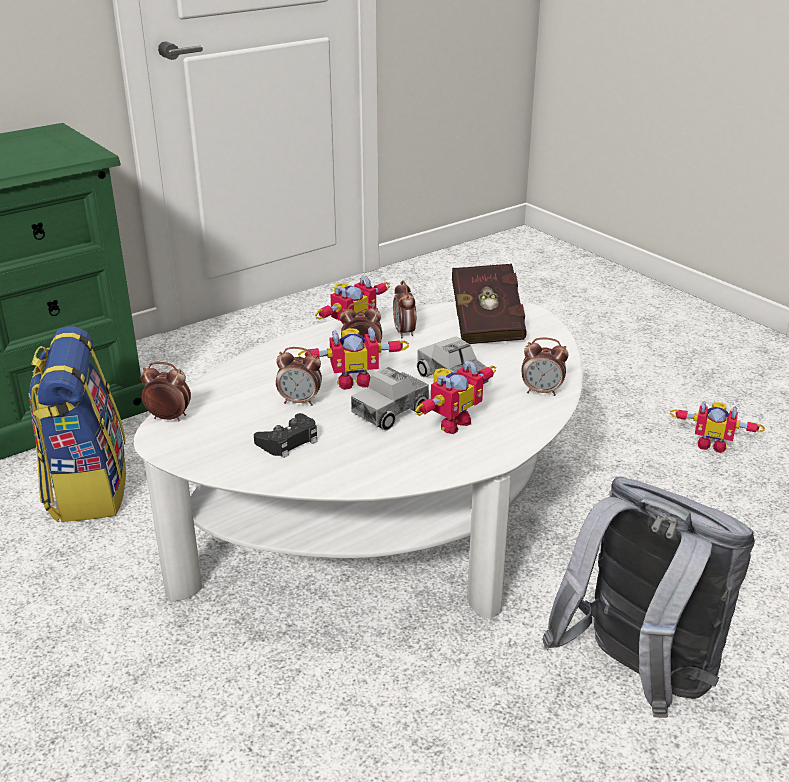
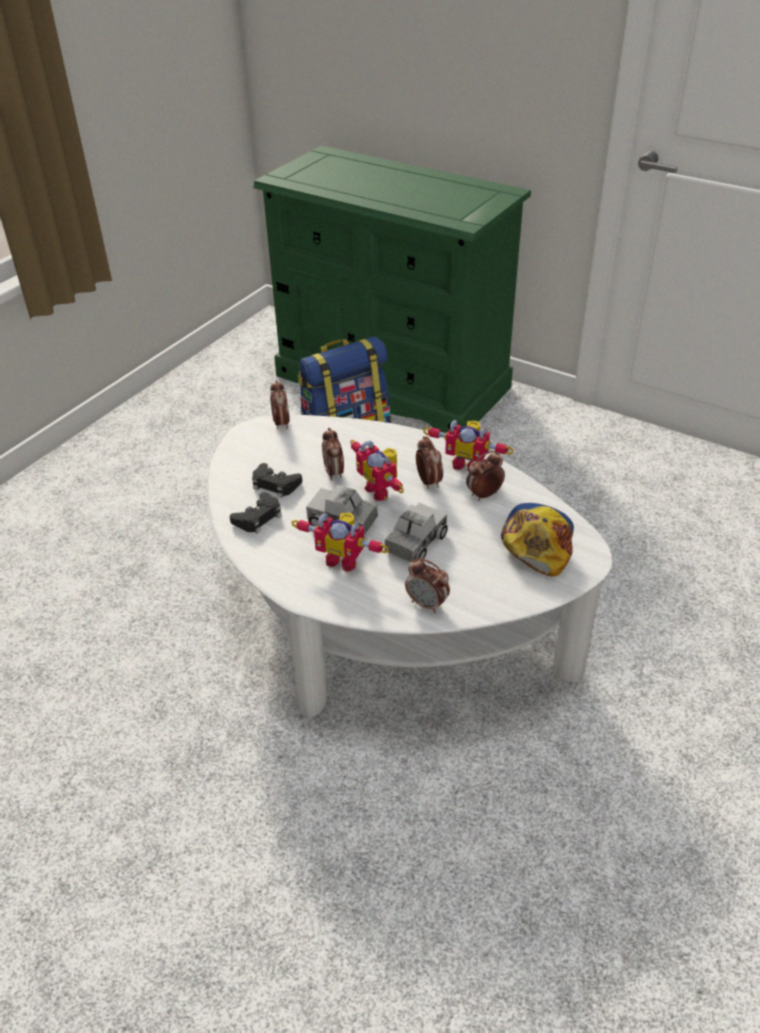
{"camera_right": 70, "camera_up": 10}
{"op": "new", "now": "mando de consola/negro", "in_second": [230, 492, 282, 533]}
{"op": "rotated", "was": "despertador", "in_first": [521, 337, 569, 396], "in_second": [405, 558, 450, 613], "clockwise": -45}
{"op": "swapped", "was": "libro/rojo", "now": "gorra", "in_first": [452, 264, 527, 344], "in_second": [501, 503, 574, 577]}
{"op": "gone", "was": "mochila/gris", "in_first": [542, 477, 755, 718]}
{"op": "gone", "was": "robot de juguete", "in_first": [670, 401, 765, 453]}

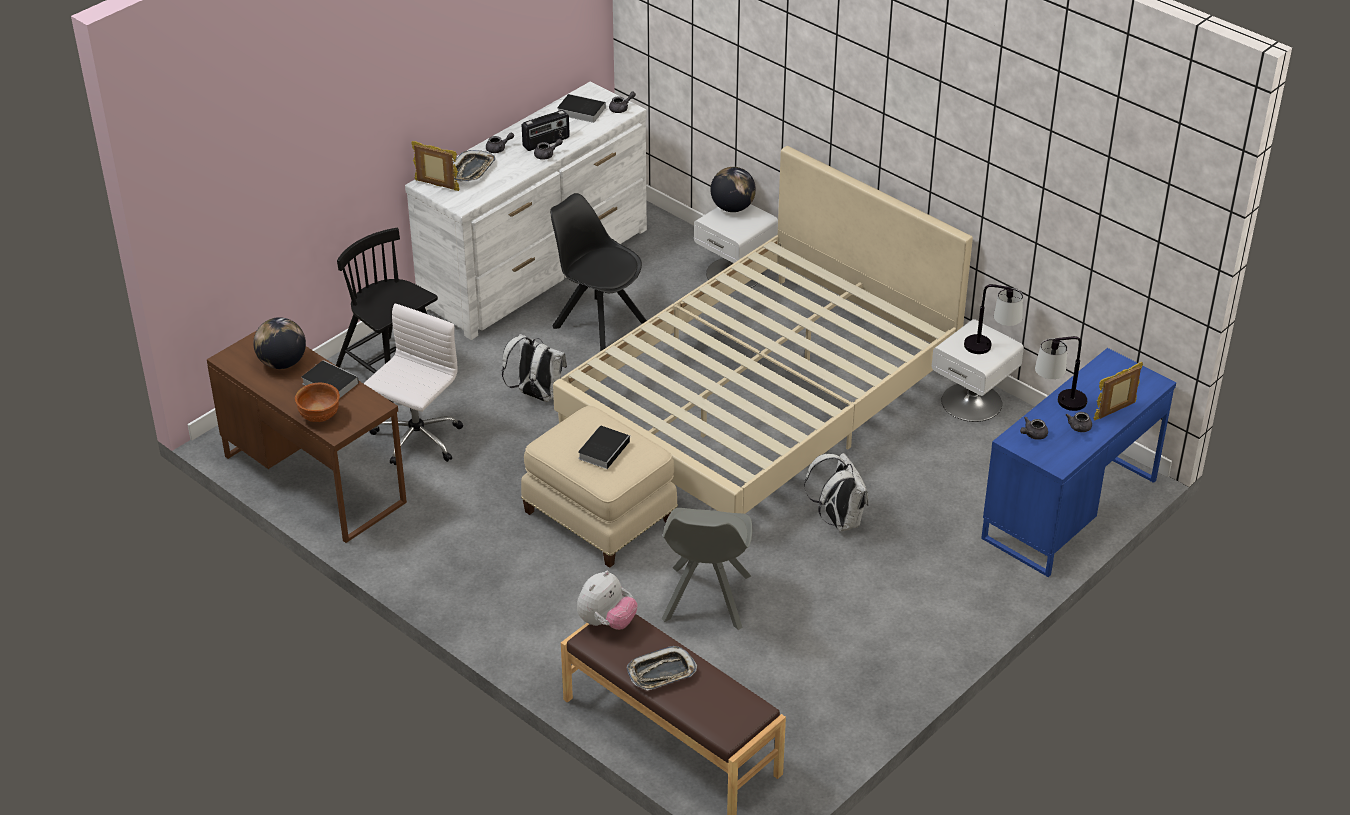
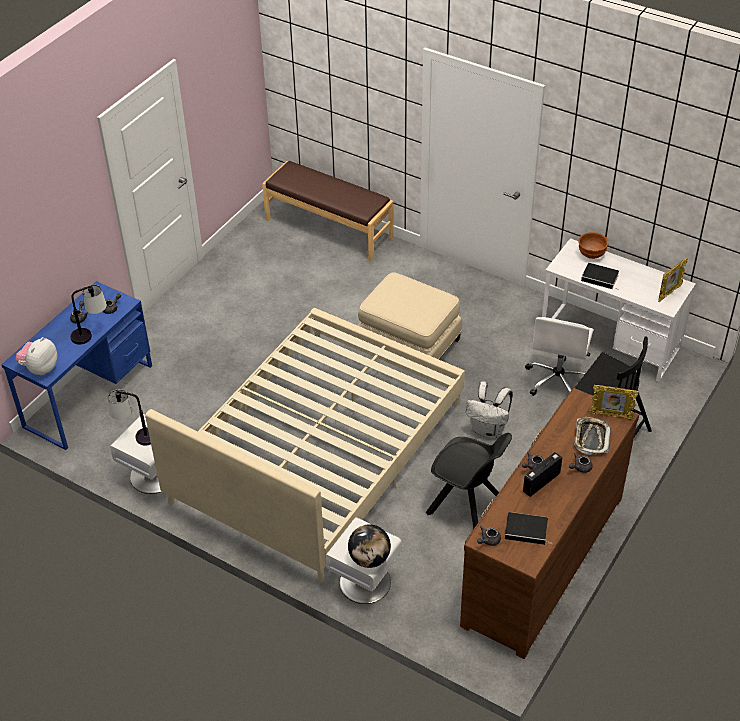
{"camera_right": 170, "camera_up": 5}
{"op": "shifted", "was": "peluche", "in_first": [577, 571, 638, 630], "in_second": [15, 337, 58, 376]}
{"op": "repainted", "was": "cómoda/blanco", "now": "cómoda/marrón", "in_first": [405, 81, 647, 340], "in_second": [460, 388, 639, 659]}
{"op": "repainted", "was": "escritorio/marrón", "now": "escritorio/blanco", "in_first": [207, 330, 407, 543], "in_second": [542, 238, 696, 382]}
{"op": "shifted", "was": "portarretratos", "in_first": [1093, 362, 1143, 421], "in_second": [658, 258, 688, 302]}
{"op": "gone", "was": "globo terráqueo", "in_first": [253, 317, 306, 369]}
{"op": "gone", "was": "libro", "in_first": [578, 426, 632, 469]}
{"op": "gone", "was": "bandeja", "in_first": [627, 646, 697, 691]}
{"op": "gone", "was": "silla/gris", "in_first": [662, 508, 752, 630]}
{"op": "gone", "was": "mochila/blanco", "in_first": [804, 453, 868, 531]}

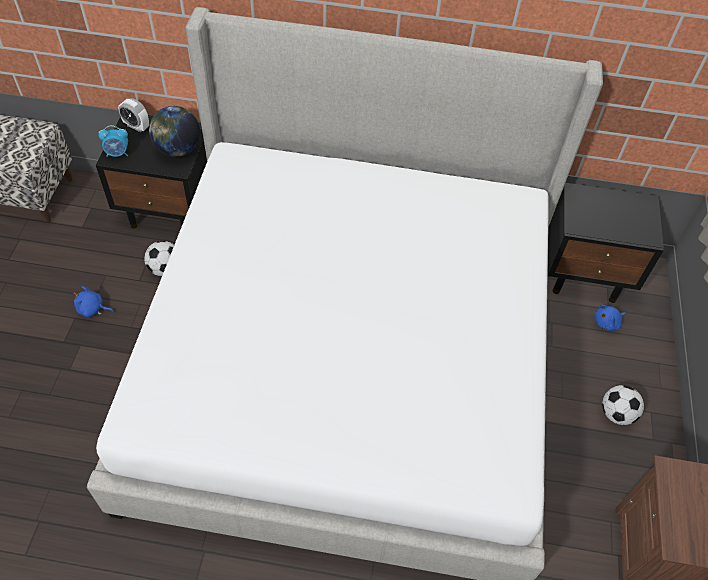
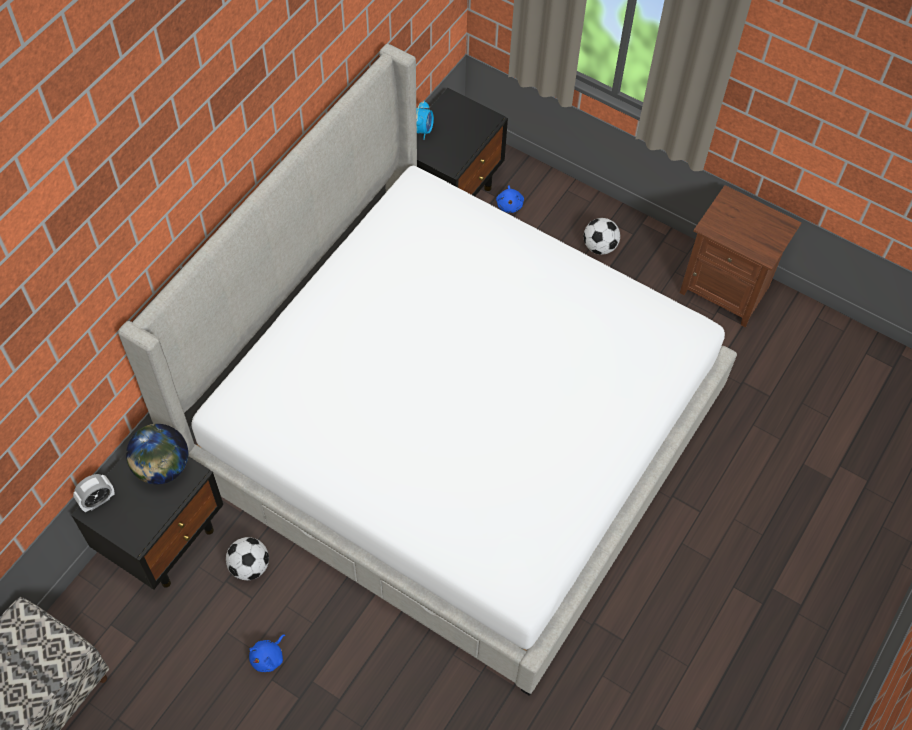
{"camera_right": -65, "camera_up": 5}
{"op": "shifted", "was": "despertador", "in_first": [98, 125, 128, 157], "in_second": [416, 101, 434, 140]}

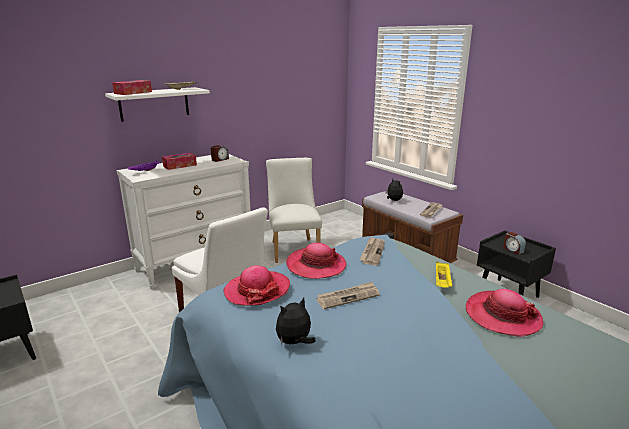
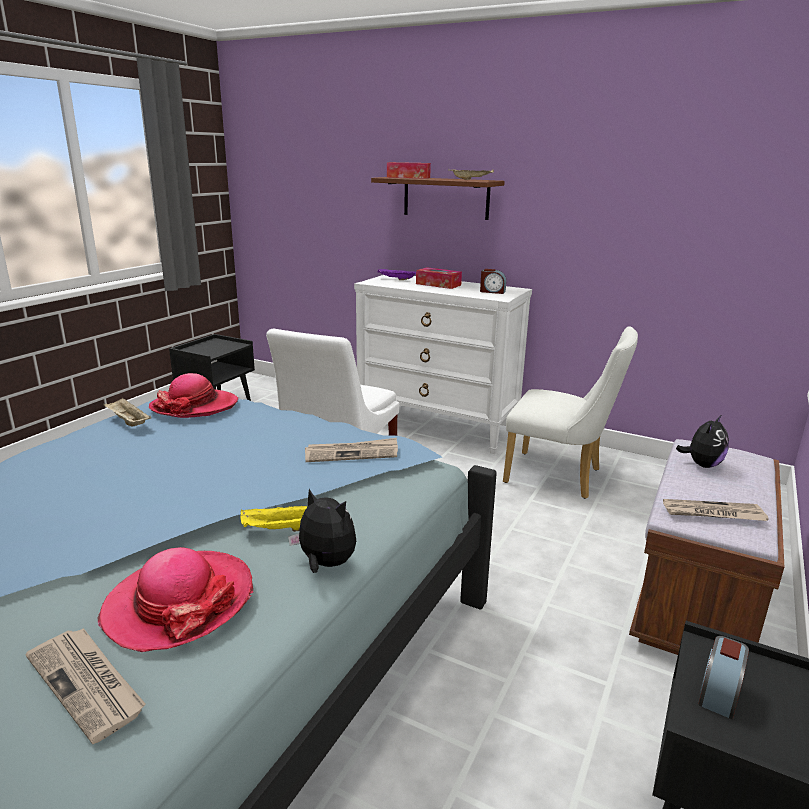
{"camera_right": 65, "camera_up": 0}
{"op": "shifted", "was": "periódico", "in_first": [316, 281, 380, 309], "in_second": [26, 628, 146, 744]}
{"op": "new", "now": "bandeja/beis", "in_second": [104, 398, 151, 426]}
{"op": "shifted", "was": "peluche", "in_first": [276, 298, 316, 344], "in_second": [288, 489, 356, 573]}
{"op": "repainted", "was": "estante/blanco", "now": "estante/marrón", "in_first": [105, 87, 210, 122], "in_second": [371, 177, 505, 220]}
{"op": "rotated", "was": "silla/blanco", "in_first": [266, 158, 322, 263], "in_second": [503, 327, 638, 499], "clockwise": 60}
{"op": "gone", "was": "sombrero", "in_first": [286, 243, 346, 279]}

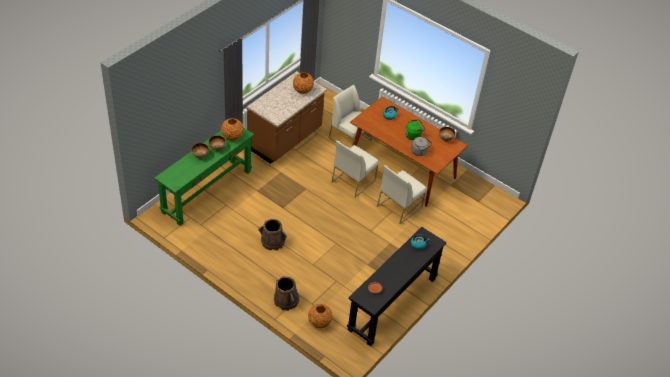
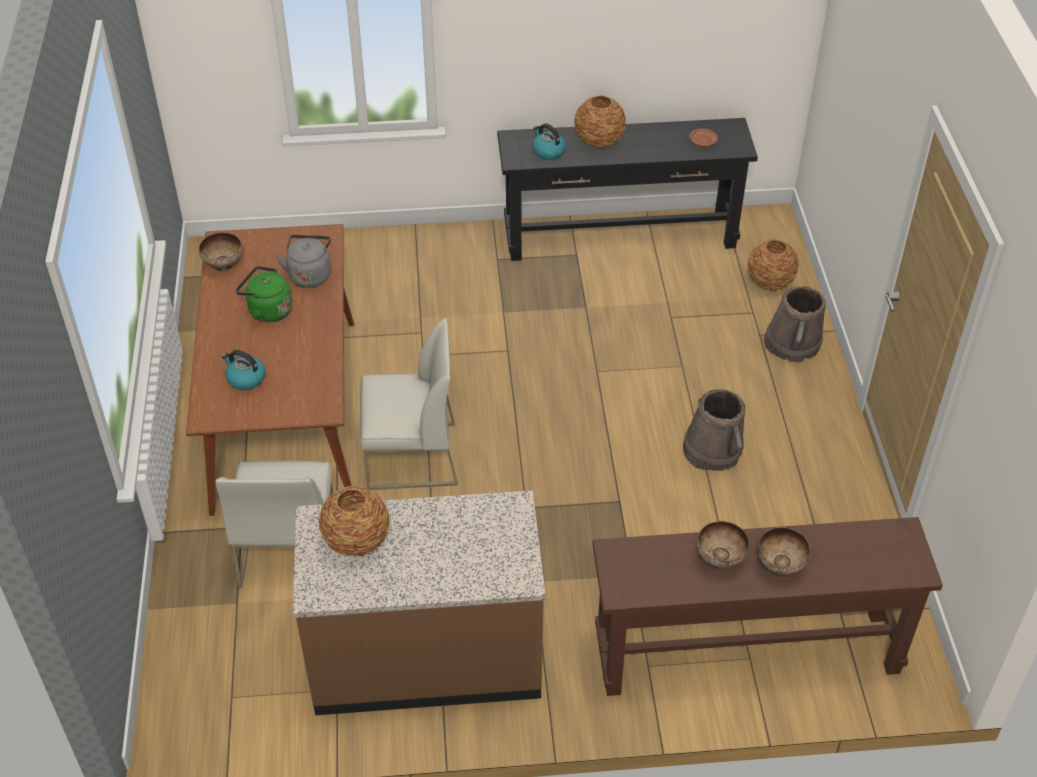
{"camera_right": -130, "camera_up": 0}
{"op": "shifted", "was": "florero", "in_first": [221, 118, 244, 140], "in_second": [574, 95, 626, 148]}
{"op": "repainted", "was": "mesa consola/verde", "now": "mesa consola/marrón", "in_first": [154, 127, 254, 226], "in_second": [592, 517, 943, 696]}
{"op": "gone", "was": "silla/blanco", "in_first": [377, 165, 427, 224]}

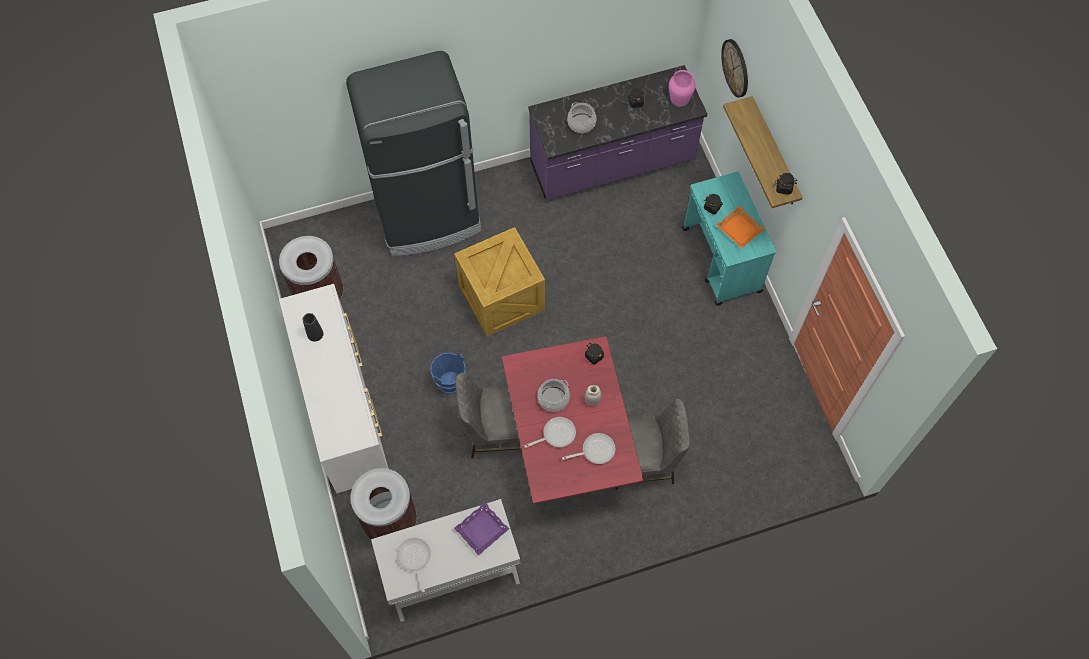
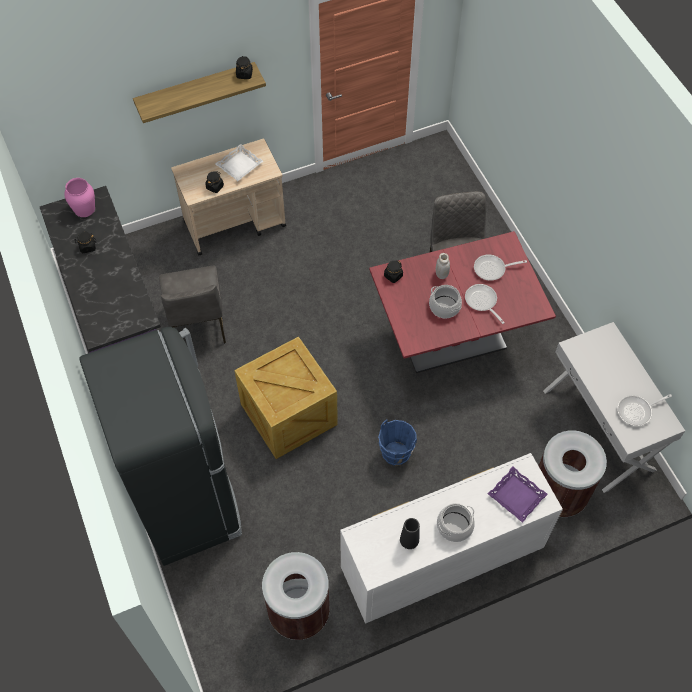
{"camera_right": -95, "camera_up": -5}
{"op": "shifted", "was": "silla/gris", "in_first": [455, 373, 521, 459], "in_second": [159, 266, 226, 344]}
{"op": "repainted", "was": "carrito/turquesa", "now": "carrito/beis", "in_first": [682, 172, 776, 306], "in_second": [171, 139, 286, 255]}
{"op": "repainted", "was": "bandeja/naranja", "now": "bandeja/blanco", "in_first": [716, 206, 765, 248], "in_second": [215, 144, 263, 181]}
{"op": "shifted", "was": "olla", "in_first": [567, 102, 596, 133], "in_second": [437, 503, 475, 542]}
{"op": "rotated", "was": "sartén", "in_first": [562, 433, 615, 464], "in_second": [474, 254, 527, 281], "clockwise": -75}
{"op": "shifted", "was": "bandeja/morado", "in_first": [454, 502, 509, 556], "in_second": [488, 467, 548, 523]}
{"op": "gone", "was": "reloj de pared", "in_first": [721, 39, 748, 98]}

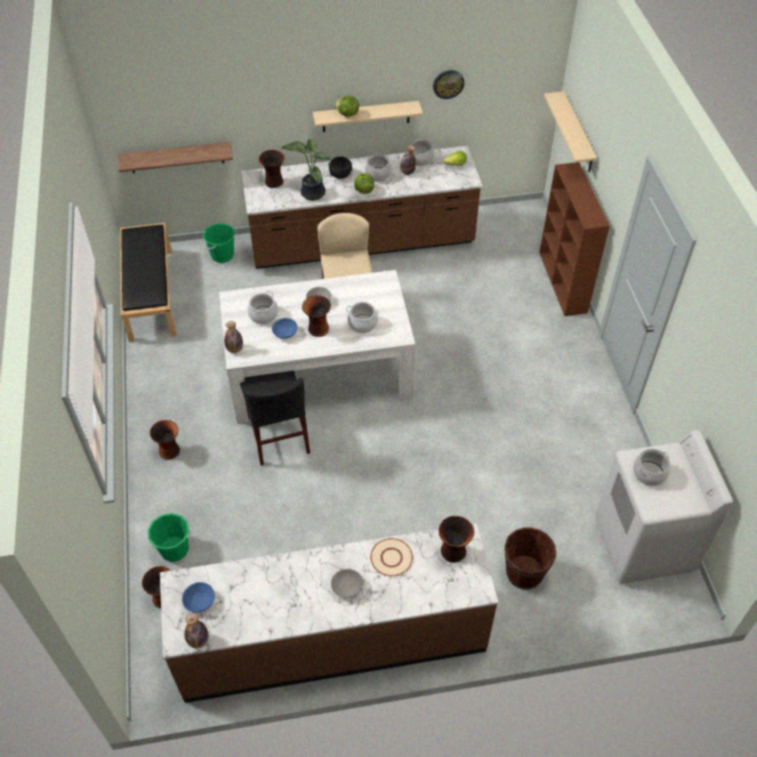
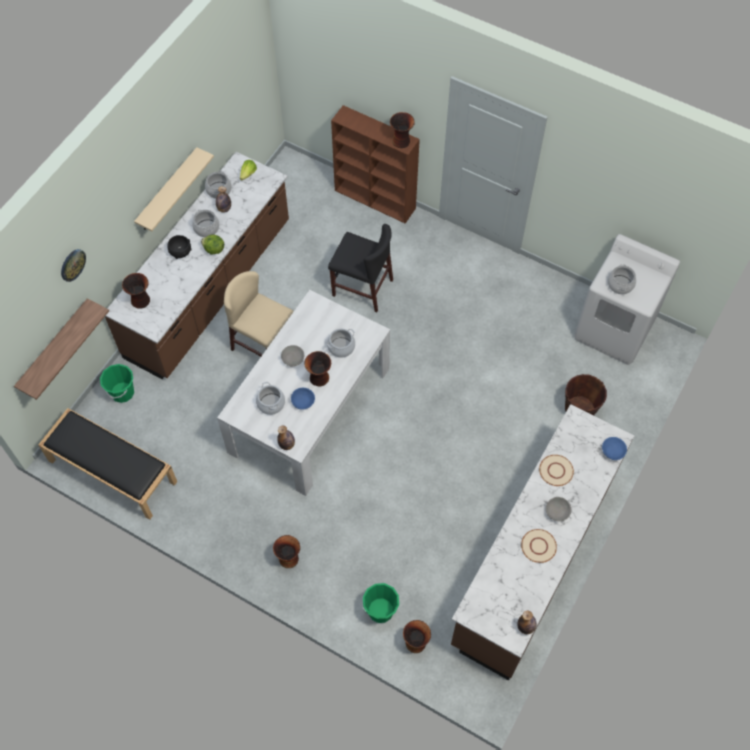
{"camera_right": -50, "camera_up": 10}
{"op": "shifted", "was": "reloj de pared", "in_first": [433, 70, 465, 99], "in_second": [61, 249, 86, 282]}
{"op": "shifted", "was": "silla/negro", "in_first": [240, 371, 310, 466], "in_second": [328, 224, 393, 312]}
{"op": "shifted", "was": "florero", "in_first": [439, 516, 474, 563], "in_second": [390, 112, 415, 148]}
{"op": "new", "now": "plato/beis", "in_second": [521, 529, 557, 563]}
{"op": "shifted", "was": "cuenco/azul", "in_first": [182, 582, 215, 612], "in_second": [602, 437, 627, 460]}
{"op": "gone", "was": "planta en maceta", "in_first": [281, 139, 332, 200]}
{"op": "gone", "was": "lechuga", "in_first": [335, 96, 359, 117]}
{"op": "gone", "was": "estante/beis", "in_first": [544, 91, 597, 172]}

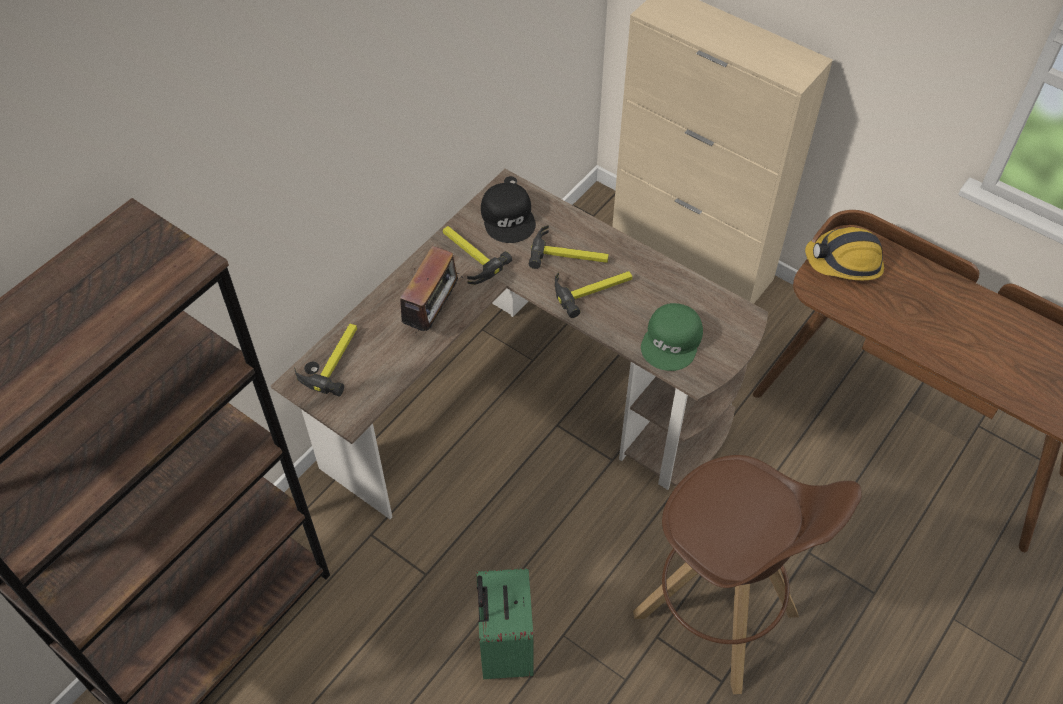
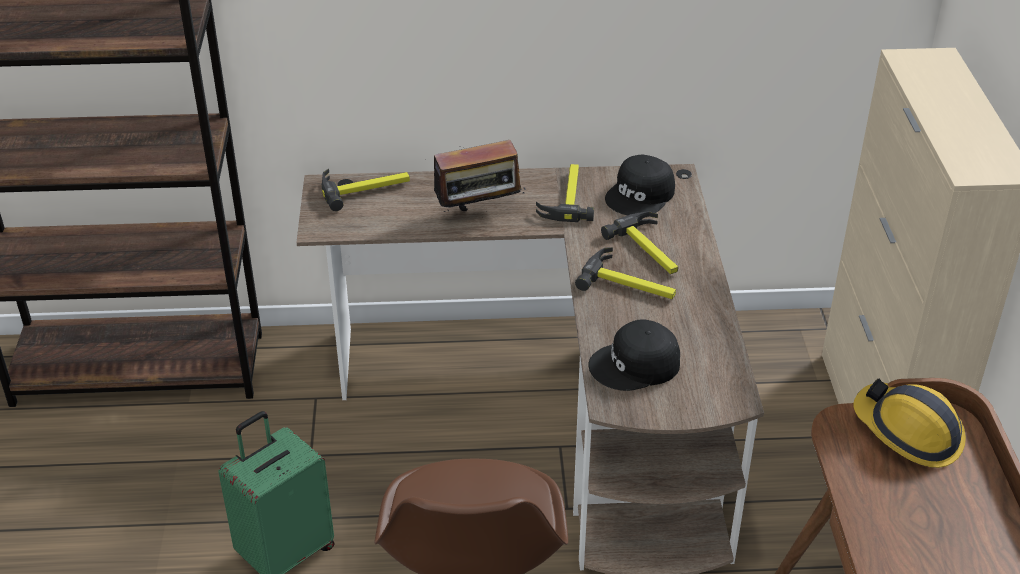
{"camera_right": 50, "camera_up": -15}
{"op": "repainted", "was": "gorra/verde", "now": "gorra/negro", "in_first": [641, 303, 703, 371], "in_second": [589, 319, 680, 391]}

